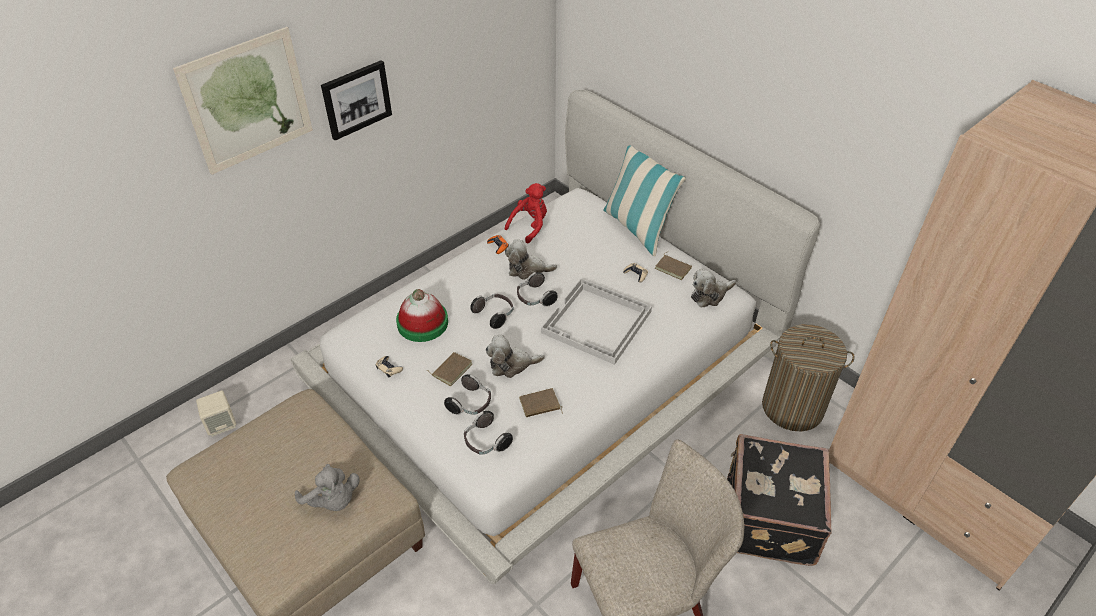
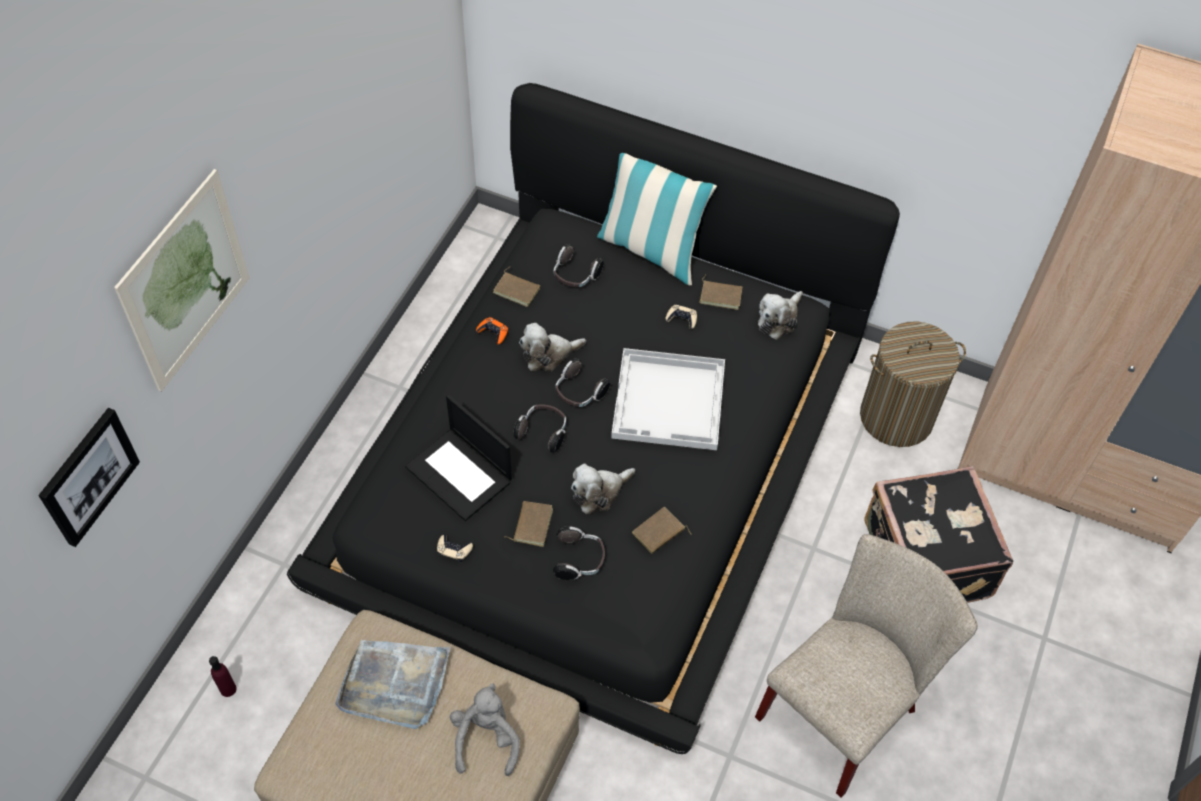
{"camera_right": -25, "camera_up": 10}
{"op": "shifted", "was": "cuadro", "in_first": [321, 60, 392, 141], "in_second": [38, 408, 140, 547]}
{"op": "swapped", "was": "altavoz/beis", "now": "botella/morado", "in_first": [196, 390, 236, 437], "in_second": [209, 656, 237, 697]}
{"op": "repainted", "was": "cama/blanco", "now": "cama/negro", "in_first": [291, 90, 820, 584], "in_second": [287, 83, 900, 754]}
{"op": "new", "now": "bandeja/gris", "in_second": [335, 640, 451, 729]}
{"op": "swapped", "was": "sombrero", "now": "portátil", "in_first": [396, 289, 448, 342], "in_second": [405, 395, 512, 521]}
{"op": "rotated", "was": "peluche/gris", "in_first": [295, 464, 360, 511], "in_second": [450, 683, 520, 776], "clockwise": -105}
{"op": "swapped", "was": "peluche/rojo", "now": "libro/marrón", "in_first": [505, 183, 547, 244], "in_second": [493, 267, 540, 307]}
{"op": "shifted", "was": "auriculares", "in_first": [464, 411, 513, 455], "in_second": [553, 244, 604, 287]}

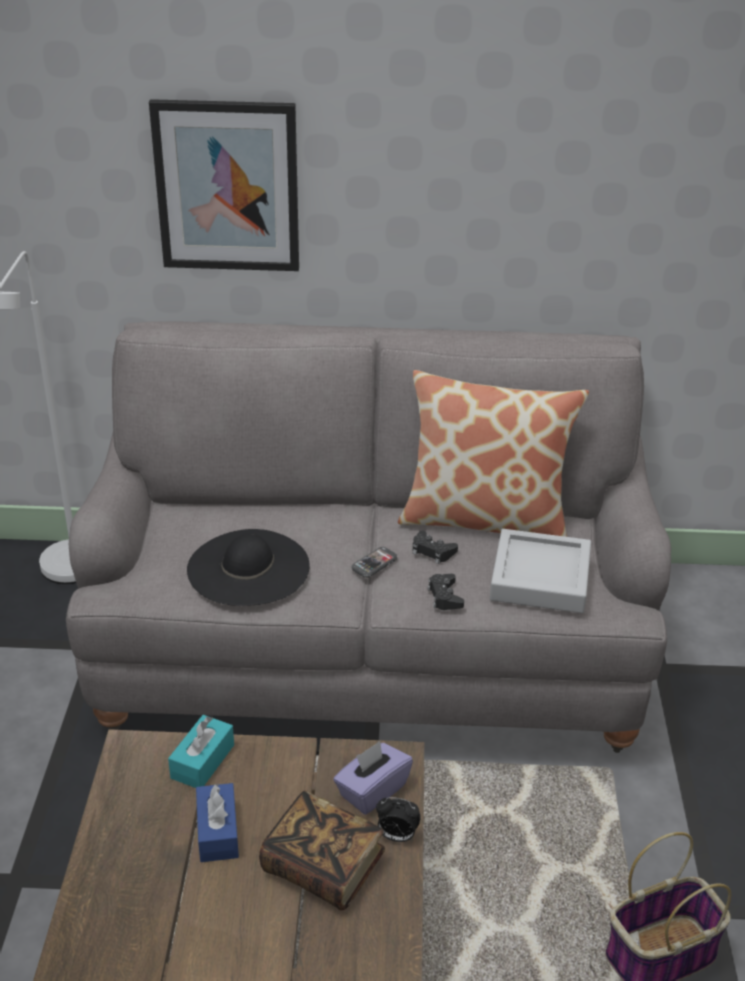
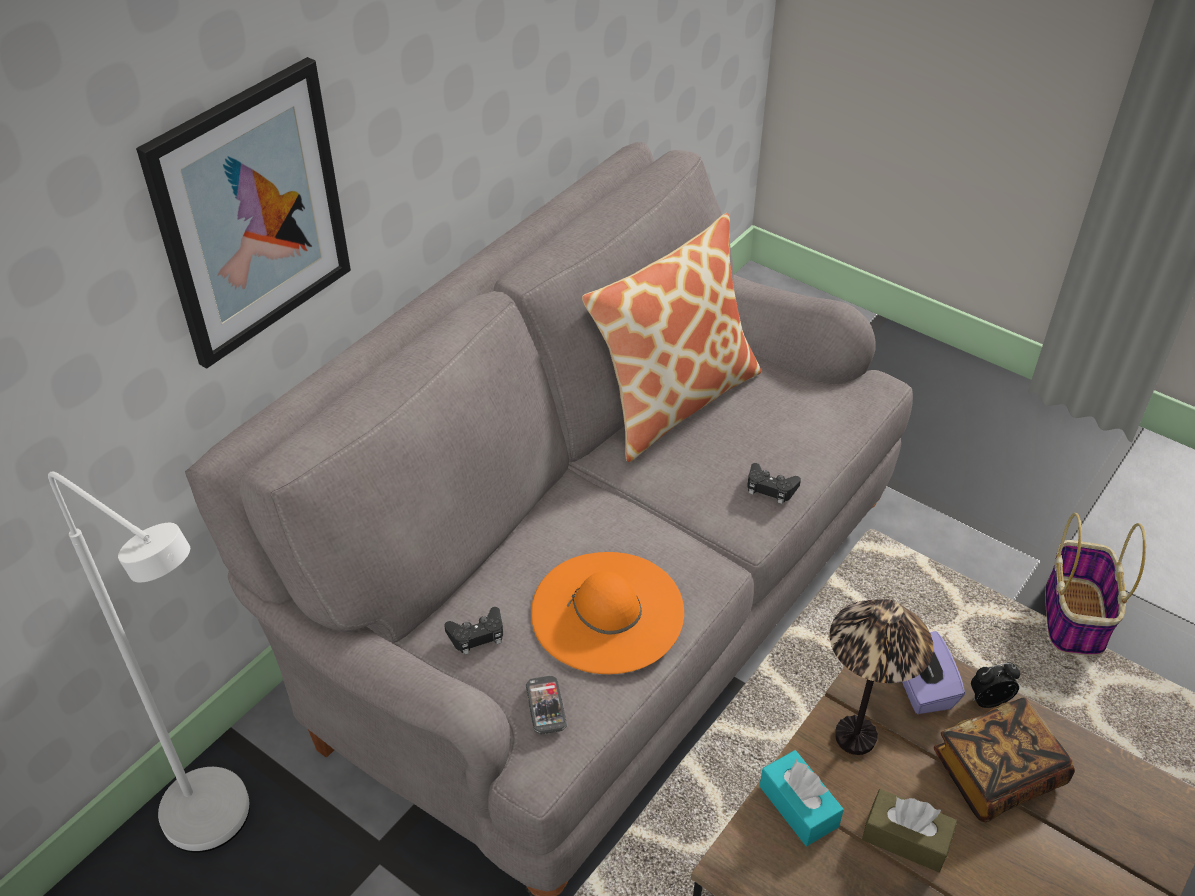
{"camera_right": -55, "camera_up": 10}
{"op": "shifted", "was": "mando de consola/negro", "in_first": [413, 531, 458, 564], "in_second": [444, 607, 503, 655]}
{"op": "shifted", "was": "móvil", "in_first": [351, 547, 398, 578], "in_second": [526, 676, 567, 734]}
{"op": "repainted", "was": "sombrero/negro", "now": "sombrero/naranja", "in_first": [187, 529, 310, 606], "in_second": [531, 552, 684, 674]}
{"op": "new", "now": "lámpara de mesa", "in_second": [830, 599, 934, 755]}
{"op": "repainted", "was": "caja de pañuelos/azul", "now": "caja de pañuelos/marrón", "in_first": [196, 783, 239, 862], "in_second": [862, 789, 957, 872]}
{"op": "rotated", "was": "despertador", "in_first": [376, 797, 421, 842], "in_second": [971, 662, 1020, 708], "clockwise": -150}
{"op": "gone", "was": "bandeja/gris", "in_first": [490, 529, 591, 613]}

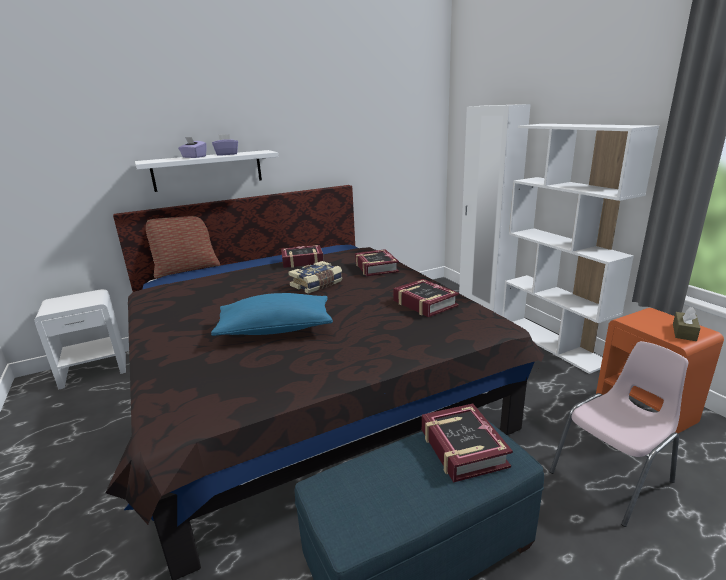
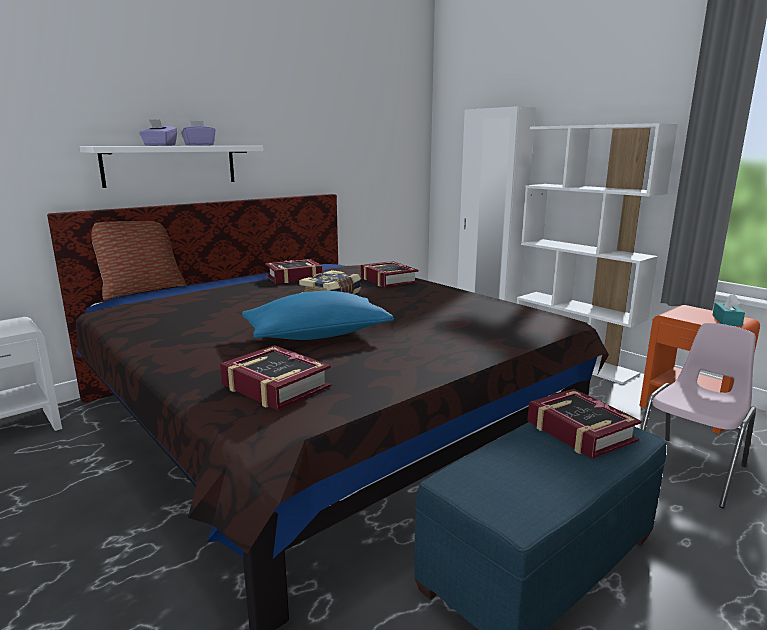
{"camera_right": -15, "camera_up": -5}
{"op": "shifted", "was": "libro", "in_first": [393, 279, 459, 317], "in_second": [220, 345, 331, 410]}
{"op": "repainted", "was": "caja de pañuelos/marrón", "now": "caja de pañuelos/turquesa", "in_first": [673, 307, 701, 341], "in_second": [712, 294, 745, 327]}

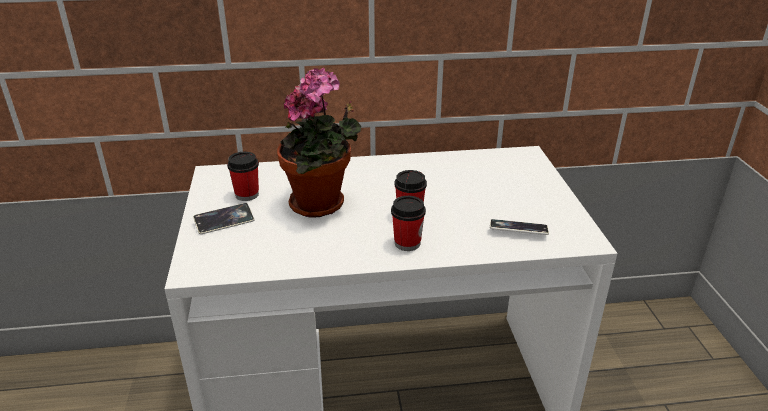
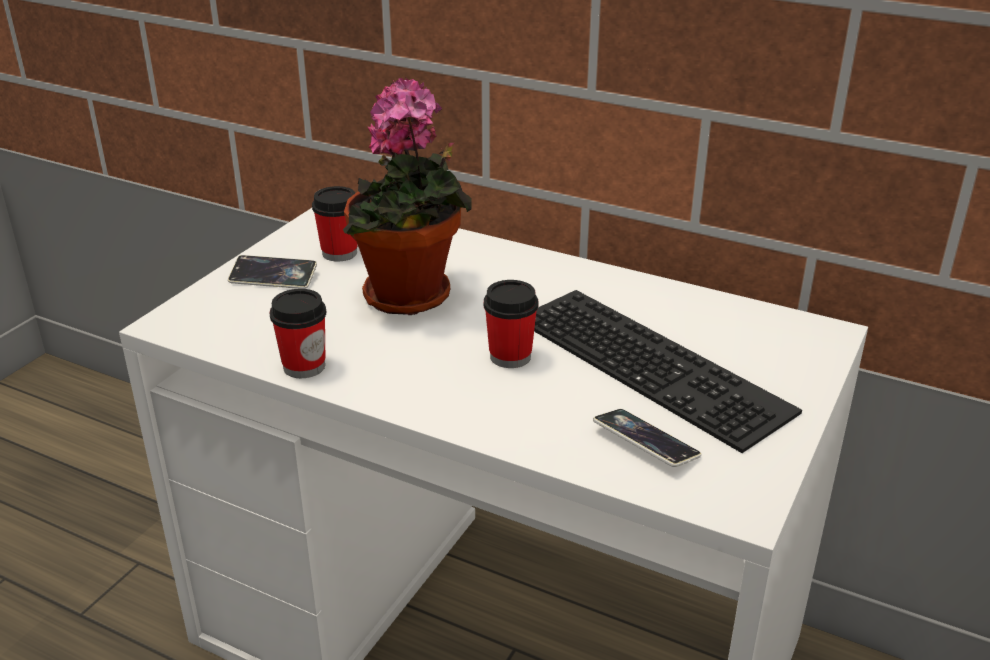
{"camera_right": 35, "camera_up": 0}
{"op": "shifted", "was": "taza", "in_first": [391, 196, 426, 251], "in_second": [269, 289, 326, 378]}
{"op": "new", "now": "teclado", "in_second": [534, 290, 802, 453]}

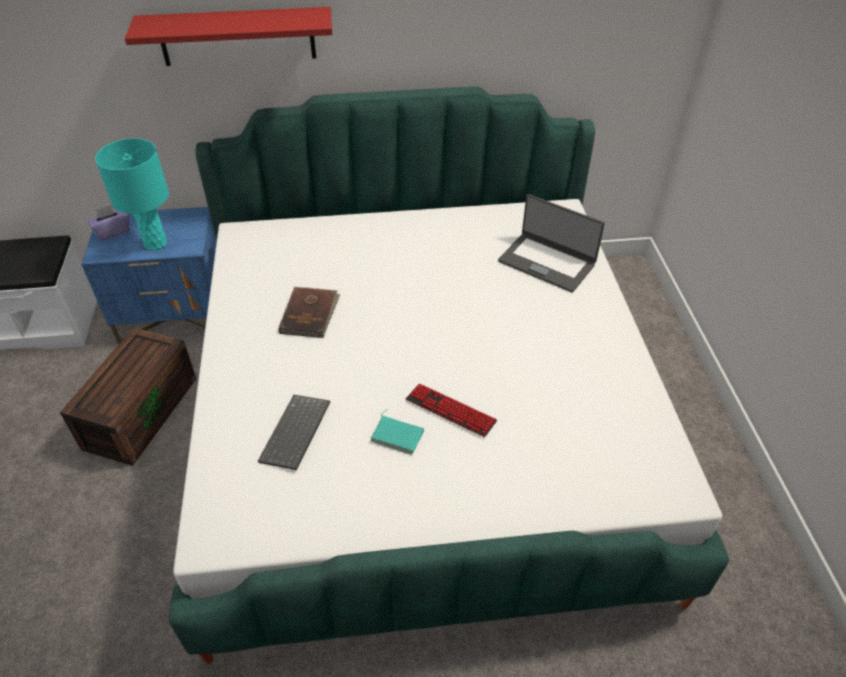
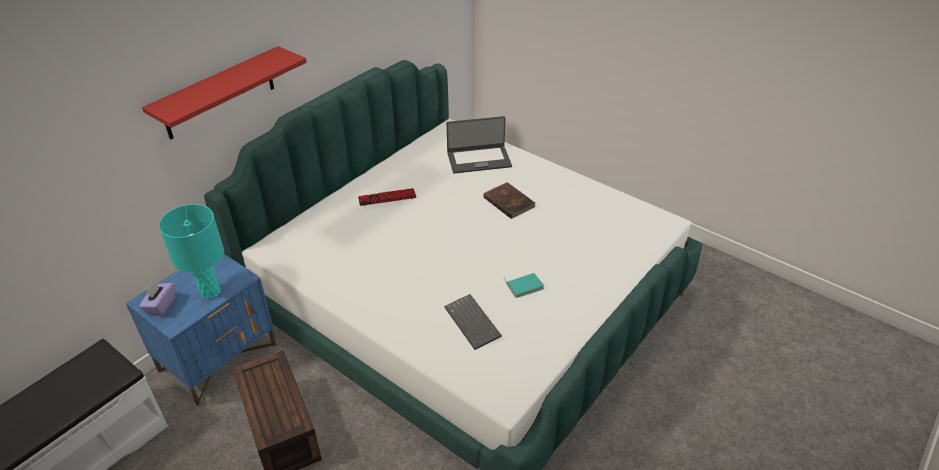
{"camera_right": -45, "camera_up": -5}
{"op": "shifted", "was": "teclado", "in_first": [406, 384, 497, 437], "in_second": [358, 188, 417, 206]}
{"op": "shifted", "was": "libro/marrón", "in_first": [279, 287, 340, 338], "in_second": [483, 182, 535, 219]}

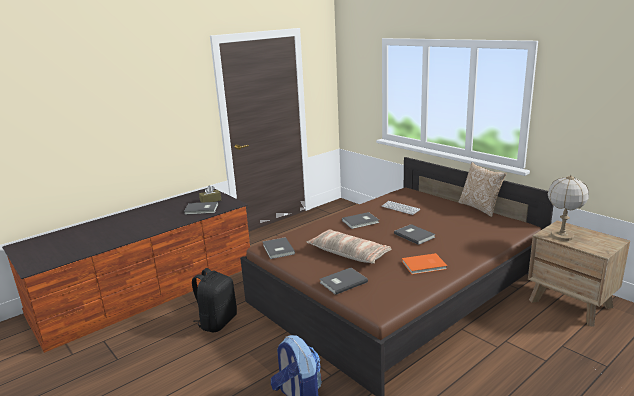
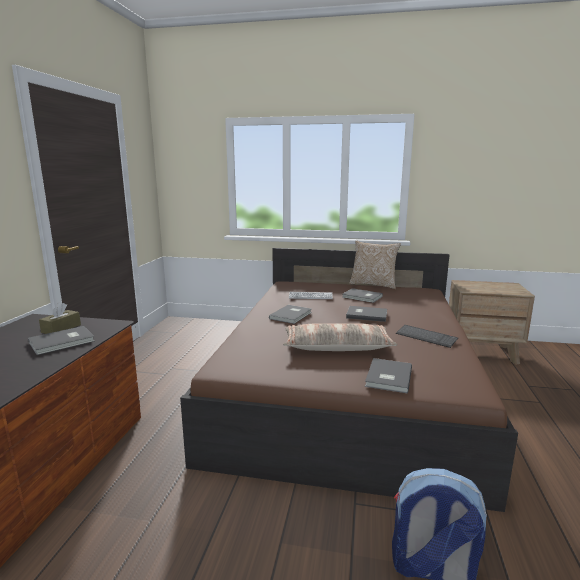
{"camera_right": -40, "camera_up": -5}
{"op": "shifted", "was": "libro/gris", "in_first": [263, 237, 295, 259], "in_second": [342, 288, 383, 303]}
{"op": "swapped", "was": "libro/naranja", "now": "teclado", "in_first": [402, 253, 447, 274], "in_second": [396, 325, 458, 348]}
{"op": "gone", "was": "mochila/negro", "in_first": [192, 268, 237, 332]}
{"op": "gone", "was": "lámpara de mesa", "in_first": [548, 175, 589, 241]}

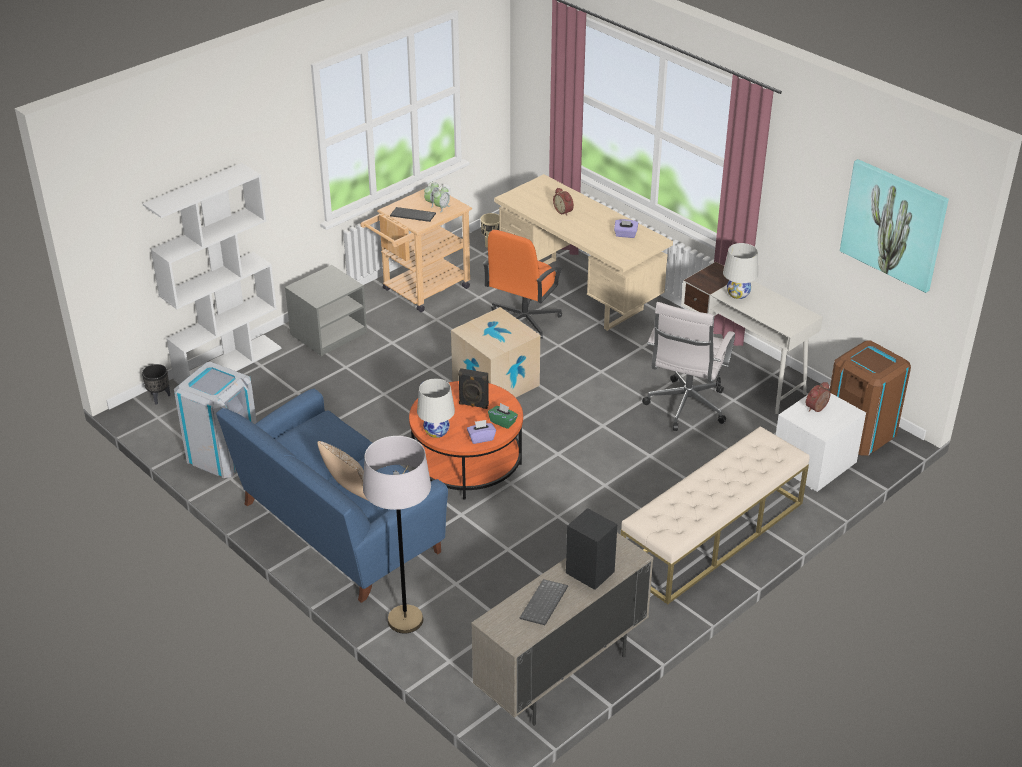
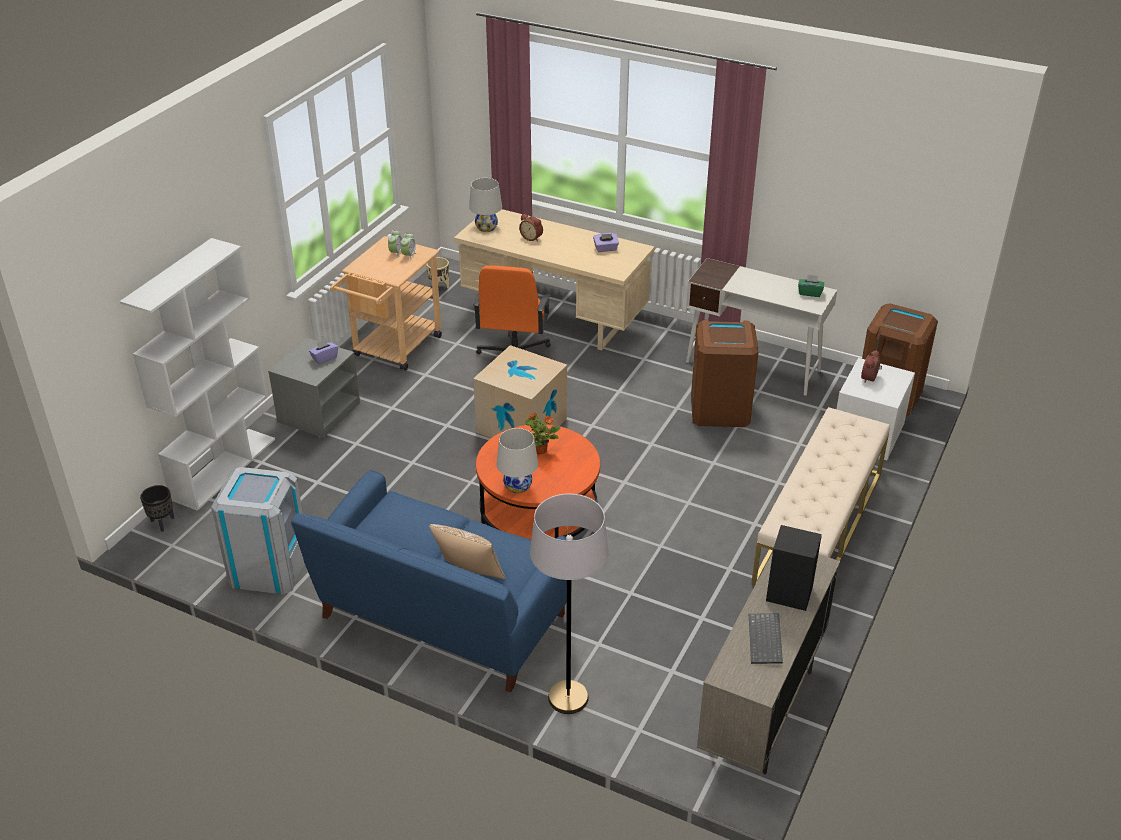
{"camera_right": -20, "camera_up": 0}
{"op": "shifted", "was": "caja de pañuelos/morado", "in_first": [467, 420, 496, 444], "in_second": [309, 339, 338, 364]}
{"op": "shifted", "was": "lámpara de mesa/blanco", "in_first": [723, 243, 758, 299], "in_second": [469, 178, 502, 232]}
{"op": "swapped", "was": "altavoz/negro", "now": "planta en maceta", "in_first": [458, 368, 489, 409], "in_second": [525, 412, 560, 454]}
{"op": "swapped", "was": "silla de oficina/blanco", "now": "papelera/marrón", "in_first": [642, 302, 735, 431], "in_second": [691, 320, 759, 427]}
{"op": "shifted", "was": "caja de pañuelos/verde", "in_first": [488, 403, 518, 429], "in_second": [798, 274, 824, 297]}
{"op": "gone", "was": "teclado", "in_first": [390, 207, 436, 222]}
{"op": "gone", "was": "cuadro", "in_first": [840, 159, 949, 293]}

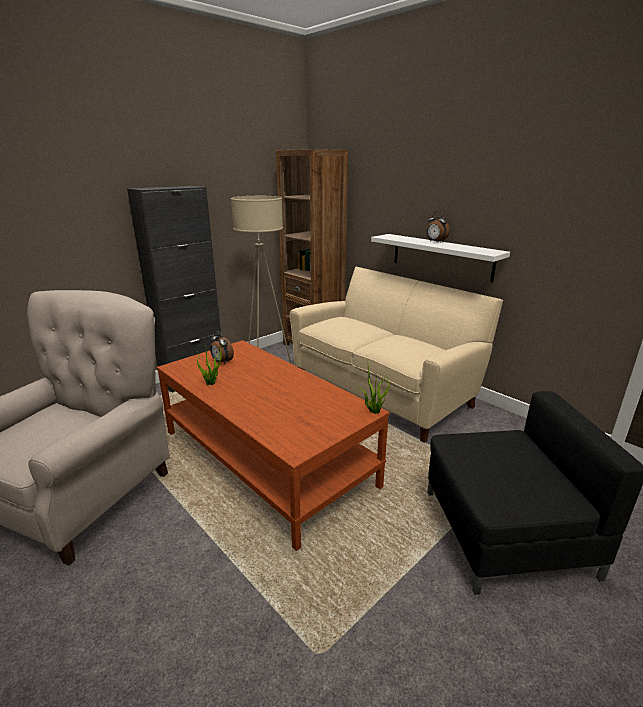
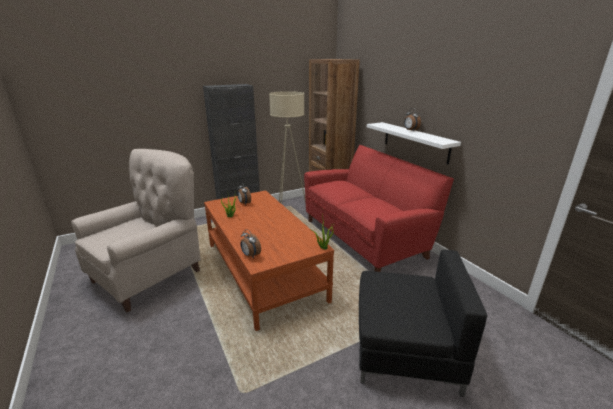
{"camera_right": 15, "camera_up": 0}
{"op": "new", "now": "despertador", "in_second": [241, 229, 261, 258]}
{"op": "repainted", "was": "sofá/beis", "now": "sofá/rojo", "in_first": [290, 267, 503, 443], "in_second": [304, 145, 454, 272]}

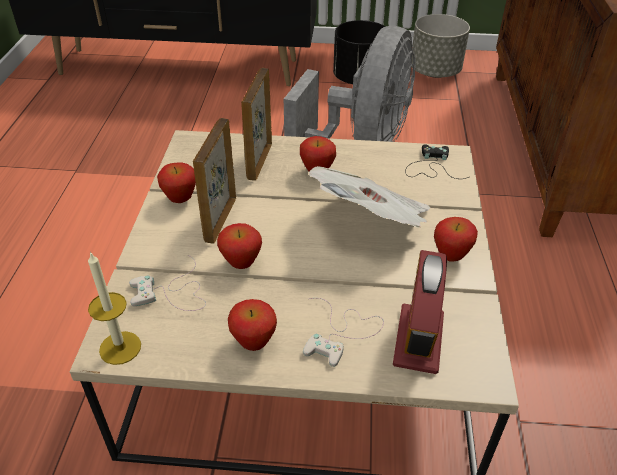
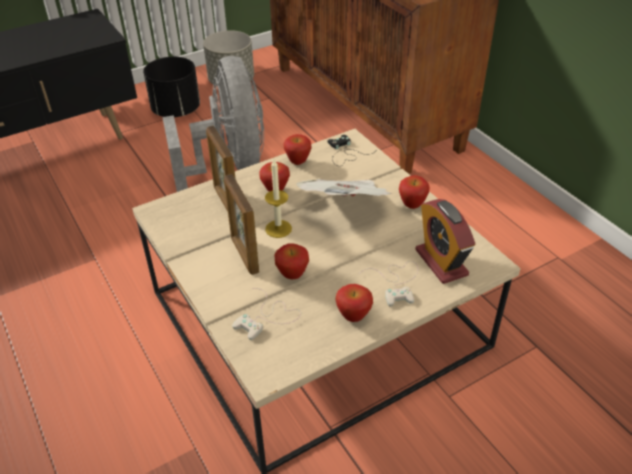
{"camera_right": -35, "camera_up": 0}
{"op": "shifted", "was": "vela", "in_first": [88, 251, 141, 365], "in_second": [265, 159, 292, 238]}
{"op": "shifted", "was": "manzana", "in_first": [157, 163, 196, 203], "in_second": [284, 134, 312, 165]}

